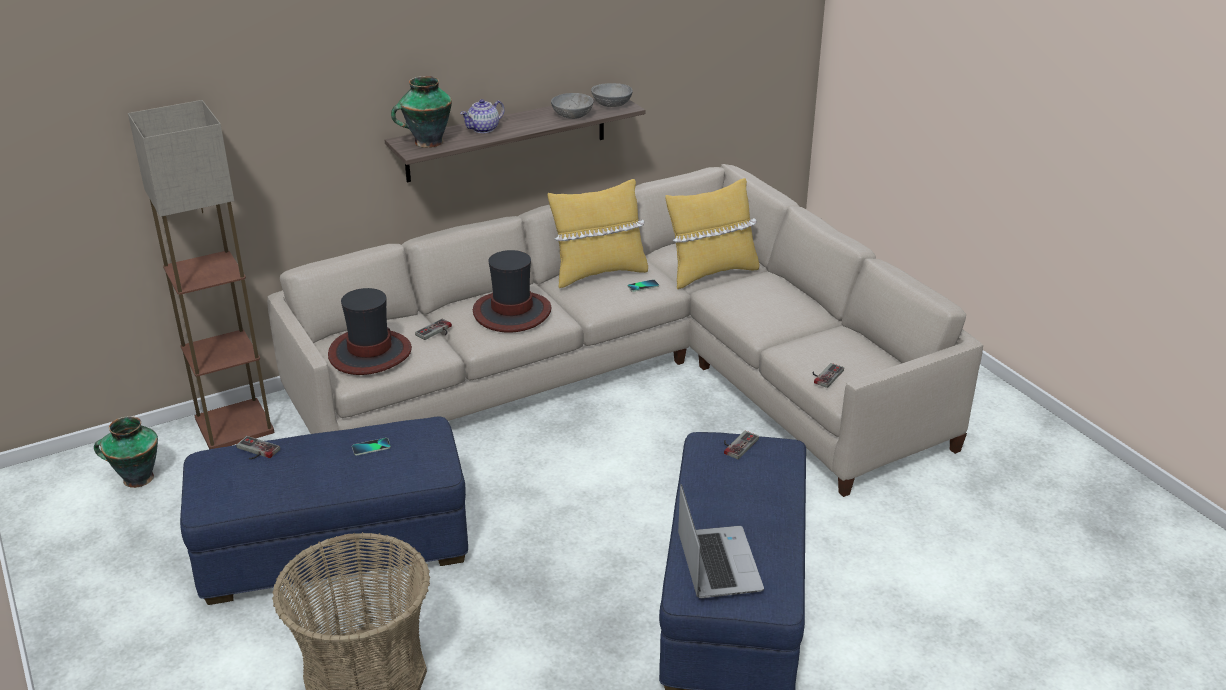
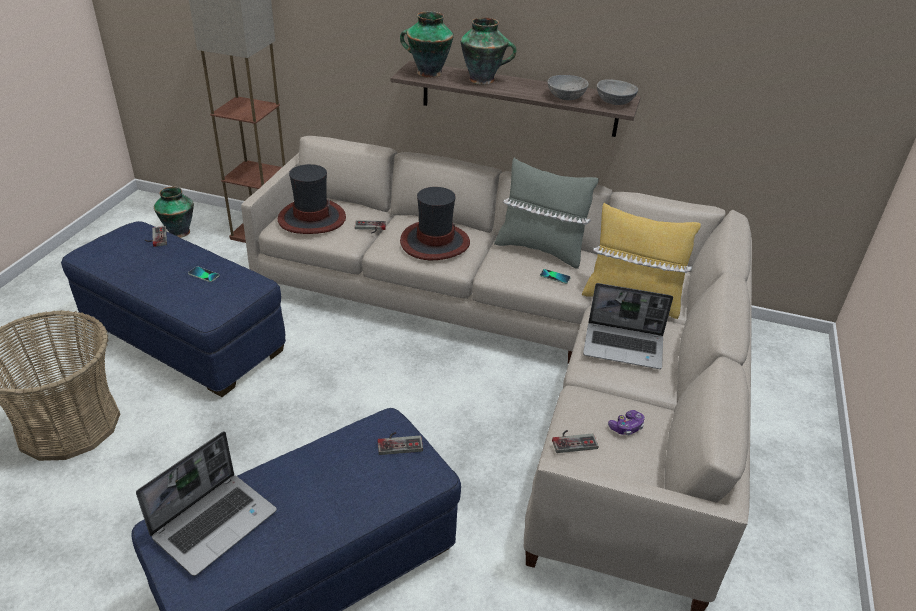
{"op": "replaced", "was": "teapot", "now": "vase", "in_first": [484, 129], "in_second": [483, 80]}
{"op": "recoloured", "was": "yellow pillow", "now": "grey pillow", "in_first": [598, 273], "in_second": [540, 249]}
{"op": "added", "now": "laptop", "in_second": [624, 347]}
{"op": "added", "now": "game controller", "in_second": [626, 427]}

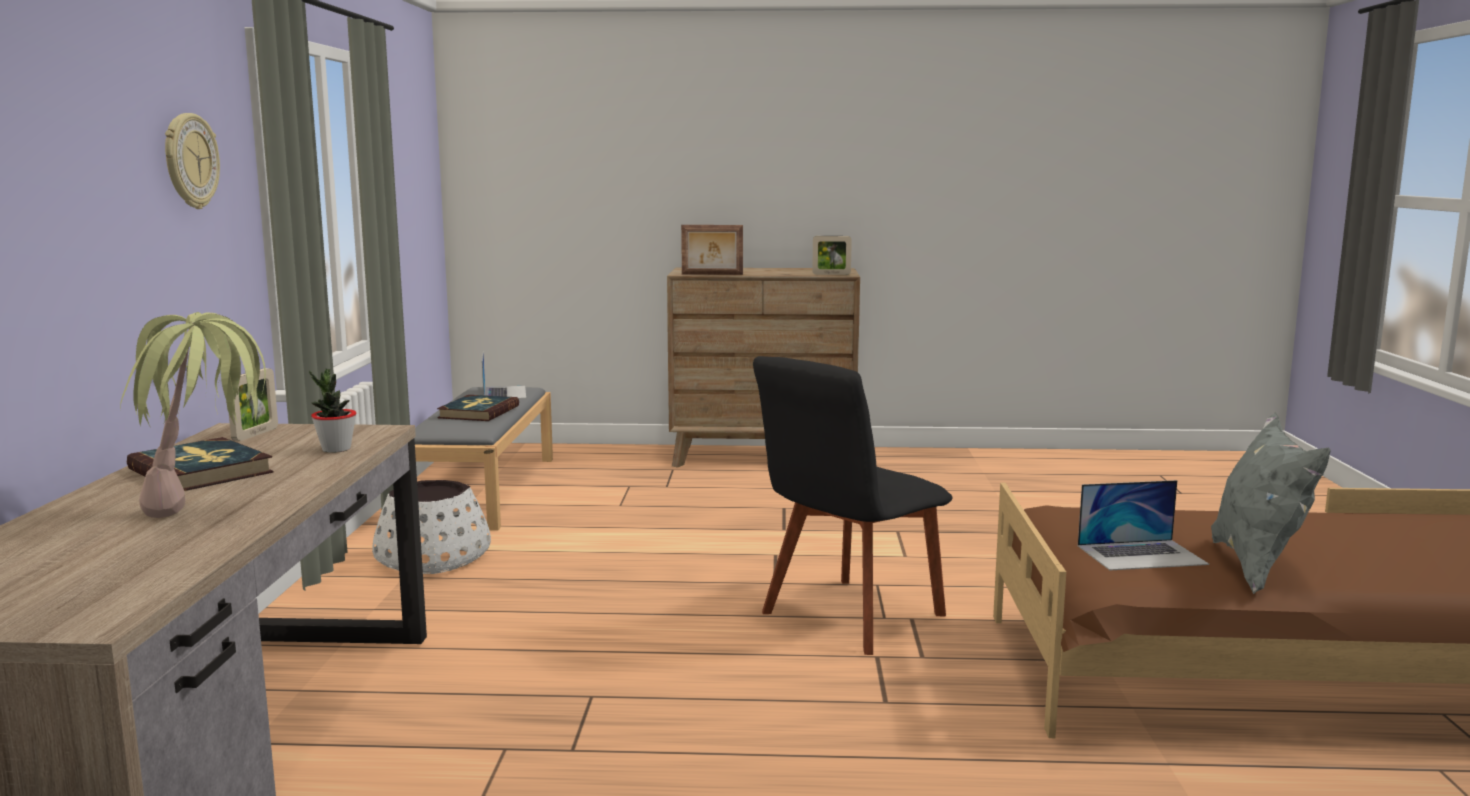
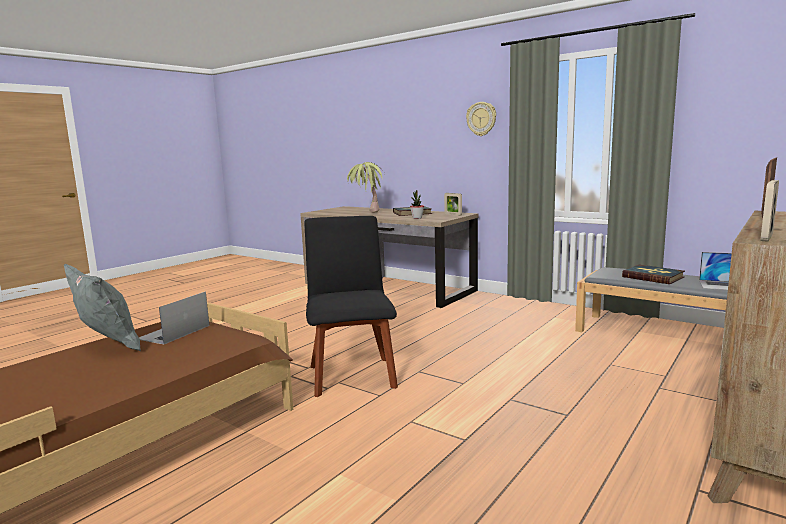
{"op": "removed", "was": "white planter", "in_first": [433, 560]}

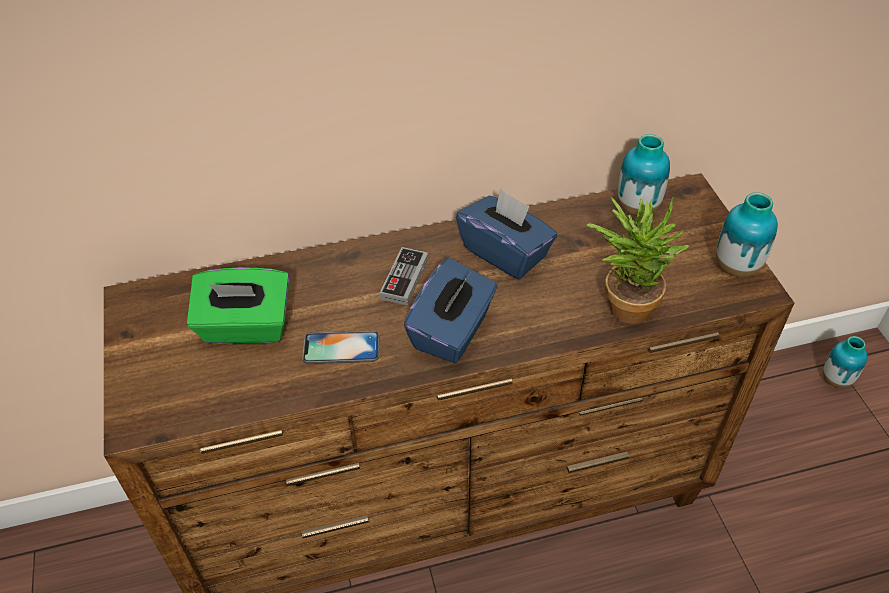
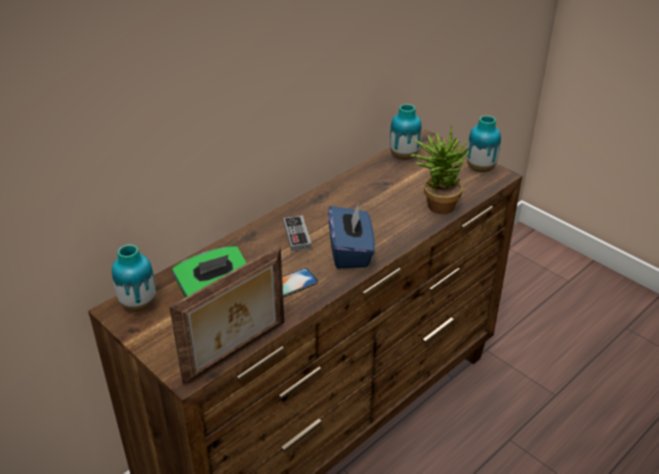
{"op": "removed", "was": "blue tissue box", "in_first": [505, 252]}
{"op": "moved", "was": "vase", "in_first": [836, 380], "in_second": [138, 305]}
{"op": "added", "now": "picture frame", "in_second": [237, 353]}

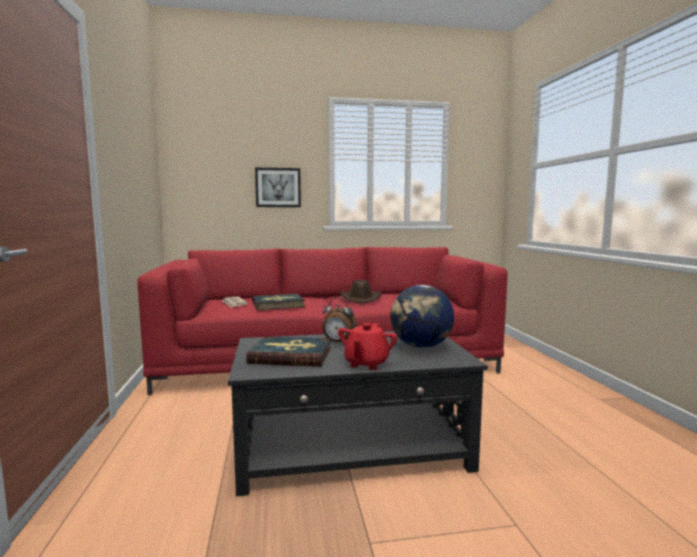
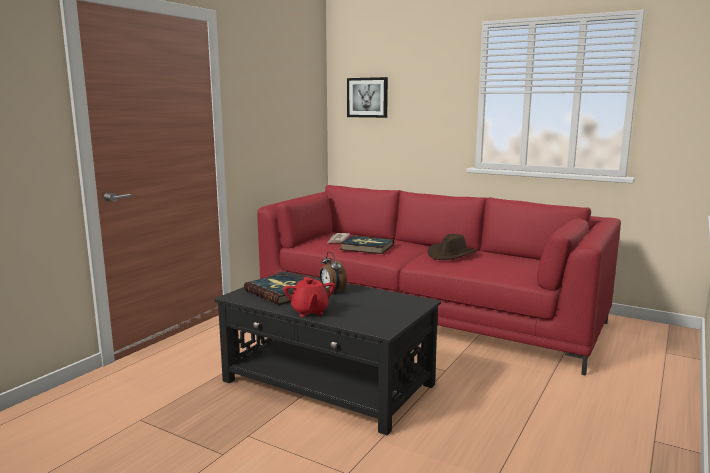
{"op": "moved", "was": "picture", "in_first": [278, 187], "in_second": [367, 97]}
{"op": "removed", "was": "globe", "in_first": [421, 346]}
{"op": "turned", "was": "red teapot", "in_first": [366, 364], "in_second": [309, 311], "clockwise": -75}

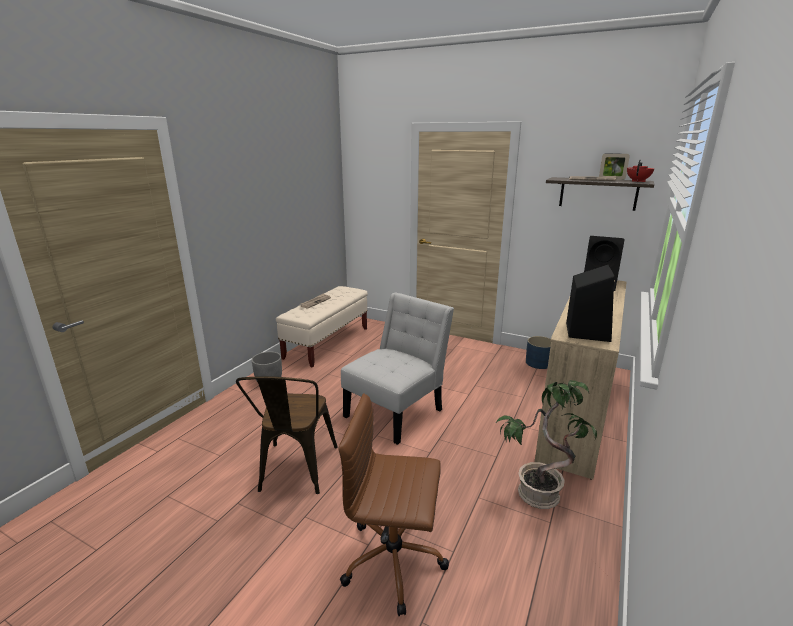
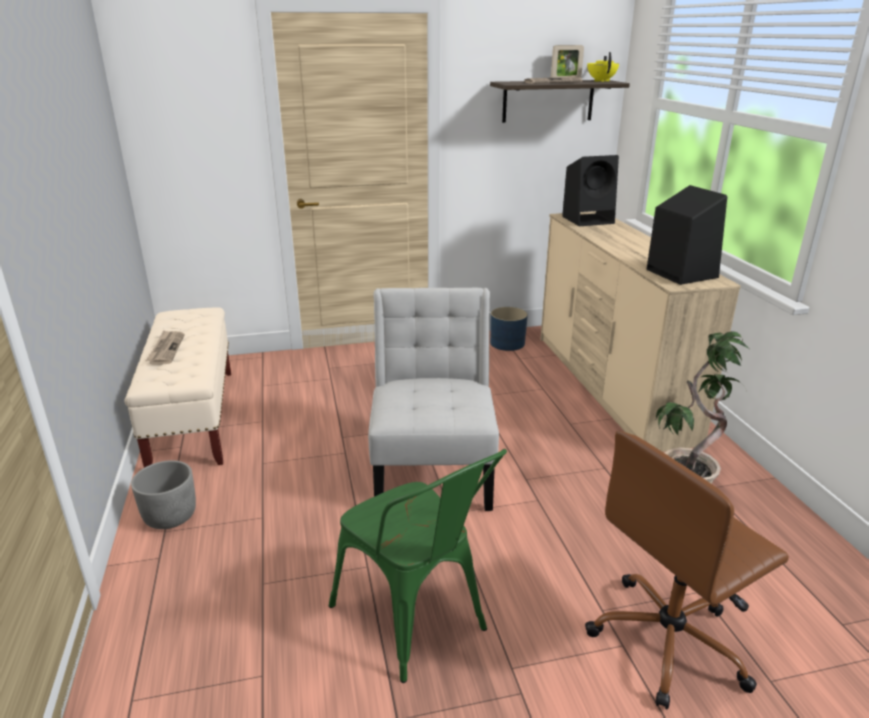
{"op": "recoloured", "was": "red teapot", "now": "yellow teapot", "in_first": [638, 181], "in_second": [601, 81]}
{"op": "recoloured", "was": "brown chair", "now": "green chair", "in_first": [295, 472], "in_second": [417, 622]}

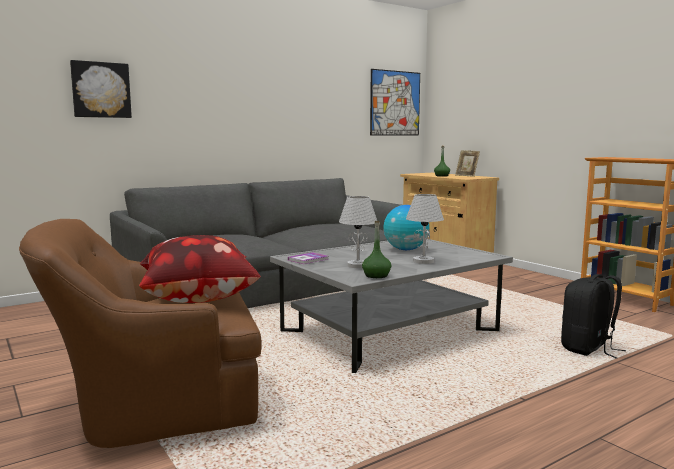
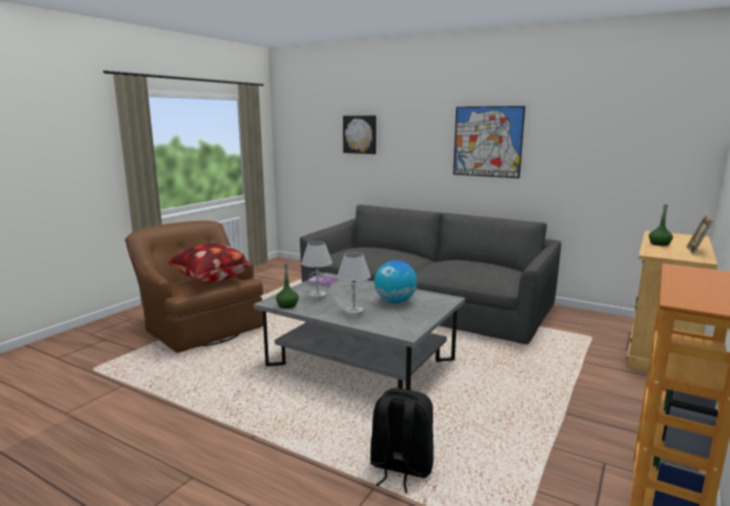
{"op": "moved", "was": "picture", "in_first": [395, 103], "in_second": [487, 141]}

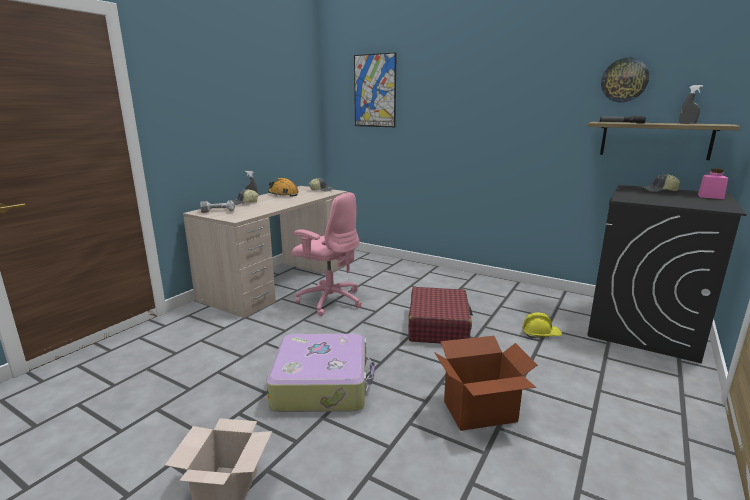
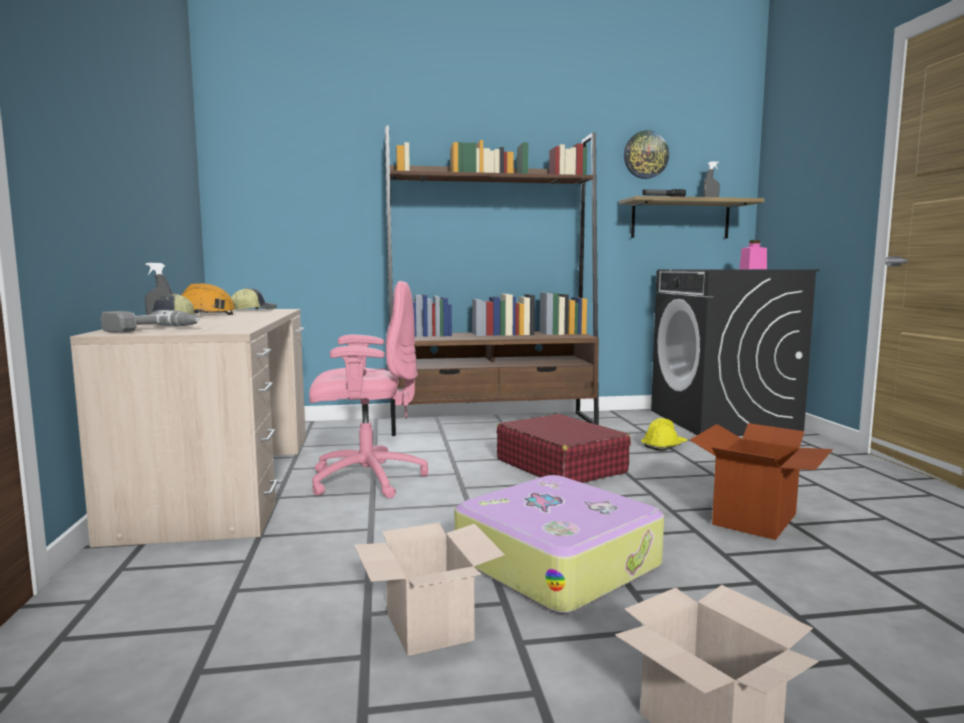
{"op": "removed", "was": "picture", "in_first": [375, 91]}
{"op": "removed", "was": "cap", "in_first": [659, 191]}
{"op": "added", "now": "brown bookcase", "in_second": [493, 424]}
{"op": "added", "now": "cardboard box", "in_second": [426, 625]}

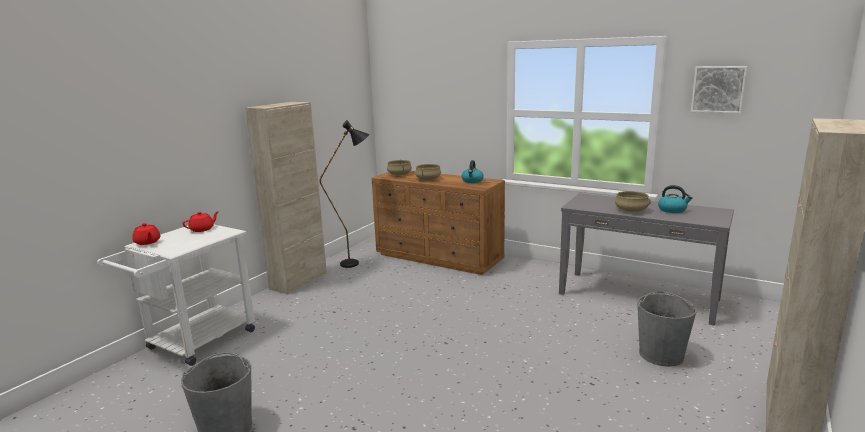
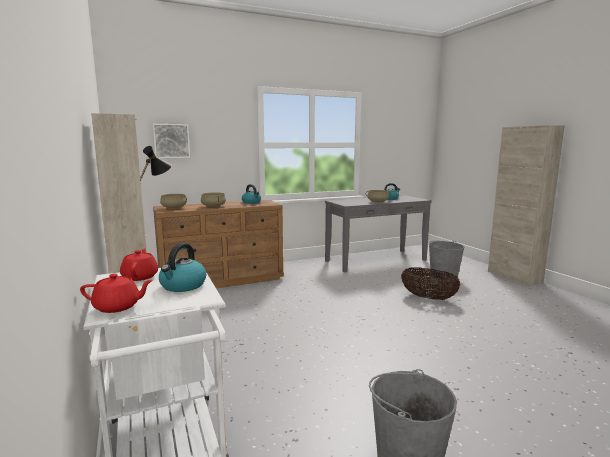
{"op": "moved", "was": "picture", "in_first": [718, 89], "in_second": [171, 141]}
{"op": "added", "now": "kettle", "in_second": [183, 286]}
{"op": "added", "now": "basket", "in_second": [428, 298]}

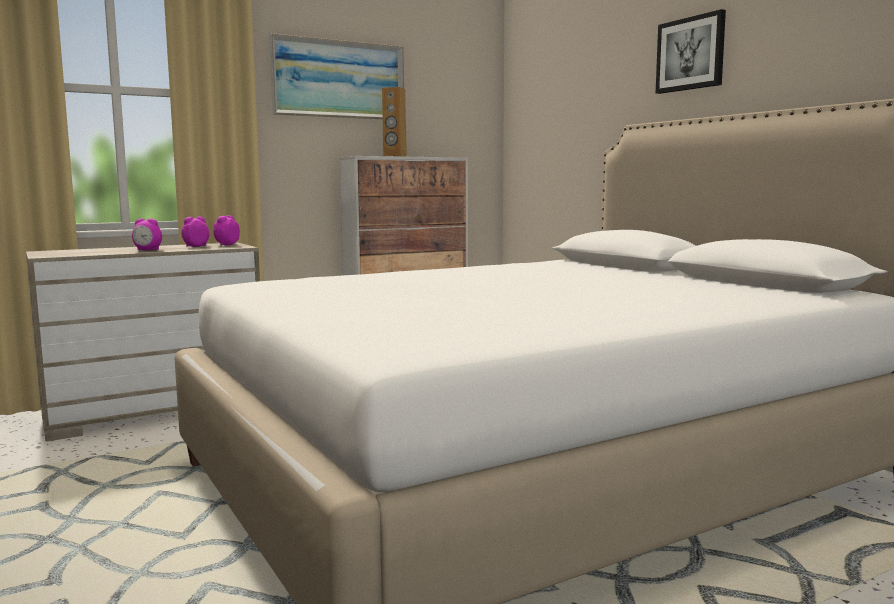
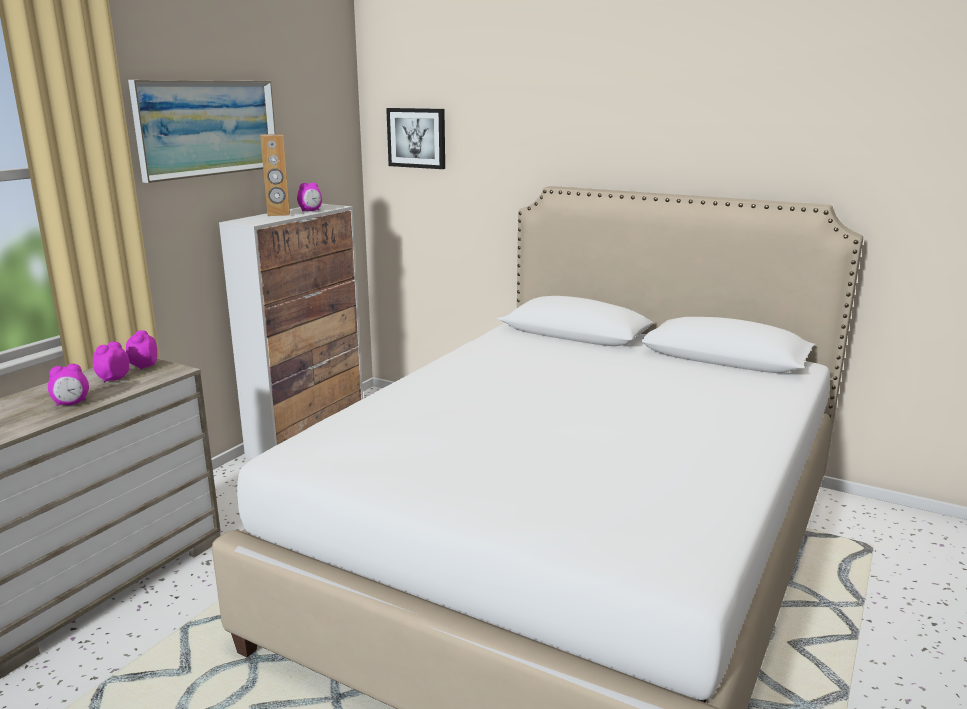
{"op": "moved", "was": "picture", "in_first": [691, 54], "in_second": [417, 138]}
{"op": "added", "now": "alarm clock", "in_second": [310, 211]}

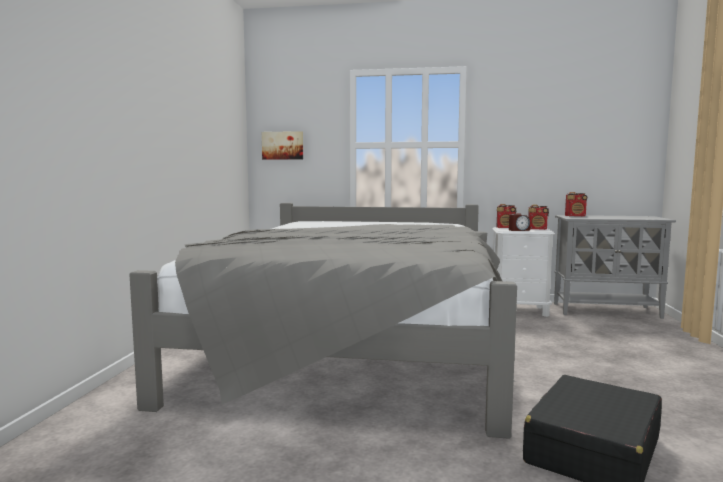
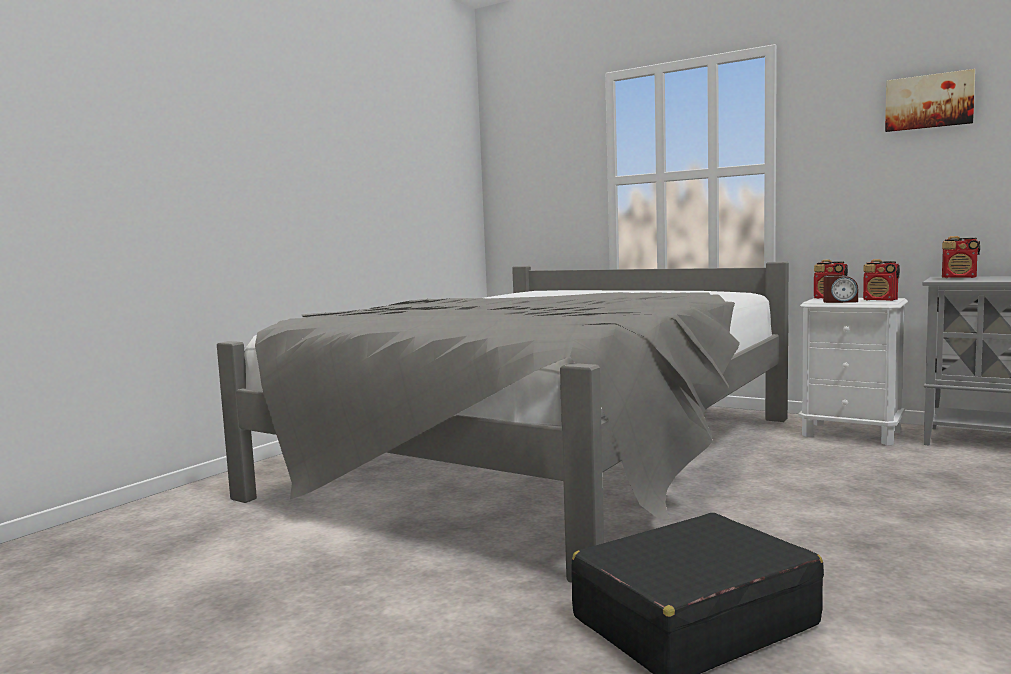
{"op": "moved", "was": "picture", "in_first": [283, 145], "in_second": [929, 101]}

